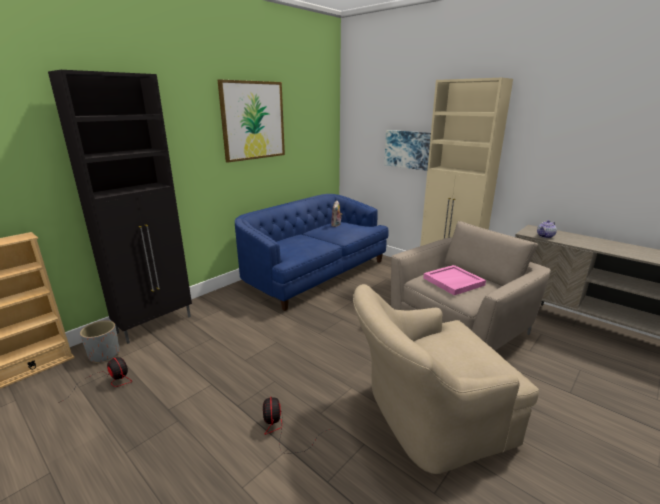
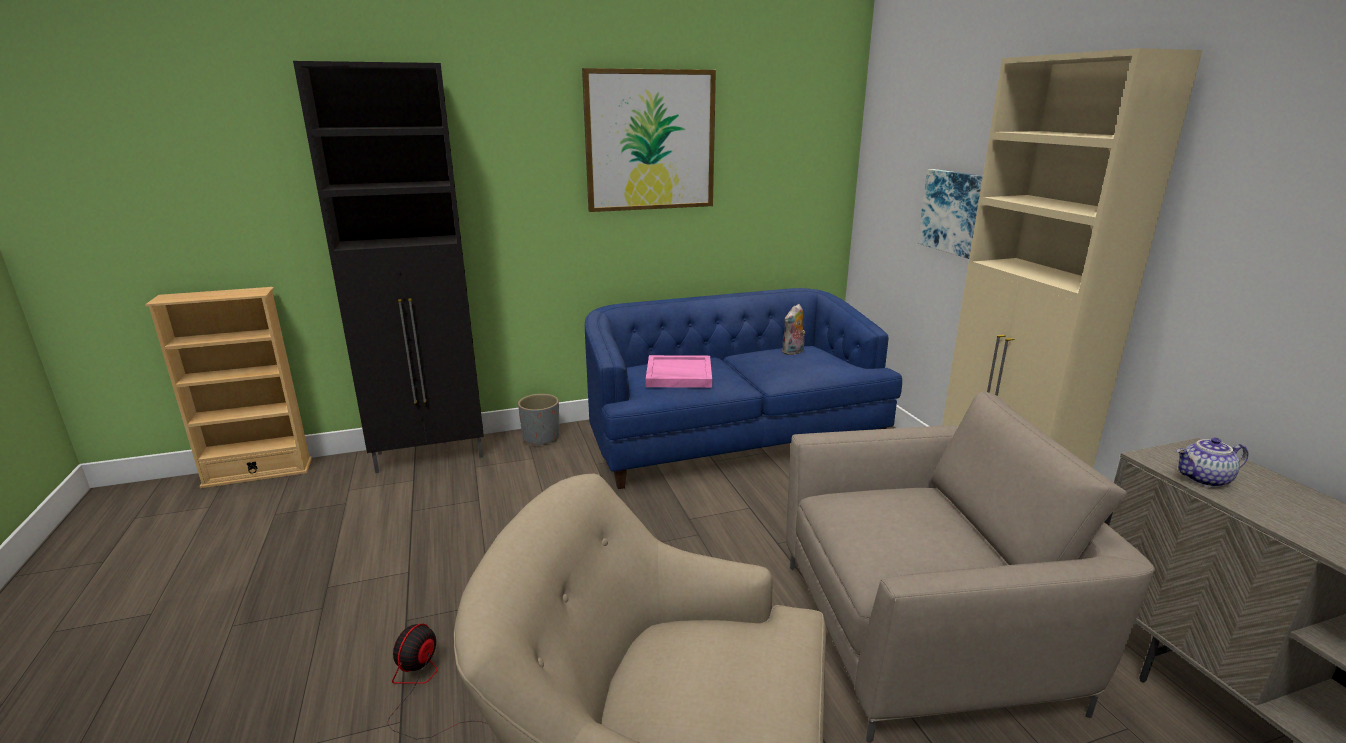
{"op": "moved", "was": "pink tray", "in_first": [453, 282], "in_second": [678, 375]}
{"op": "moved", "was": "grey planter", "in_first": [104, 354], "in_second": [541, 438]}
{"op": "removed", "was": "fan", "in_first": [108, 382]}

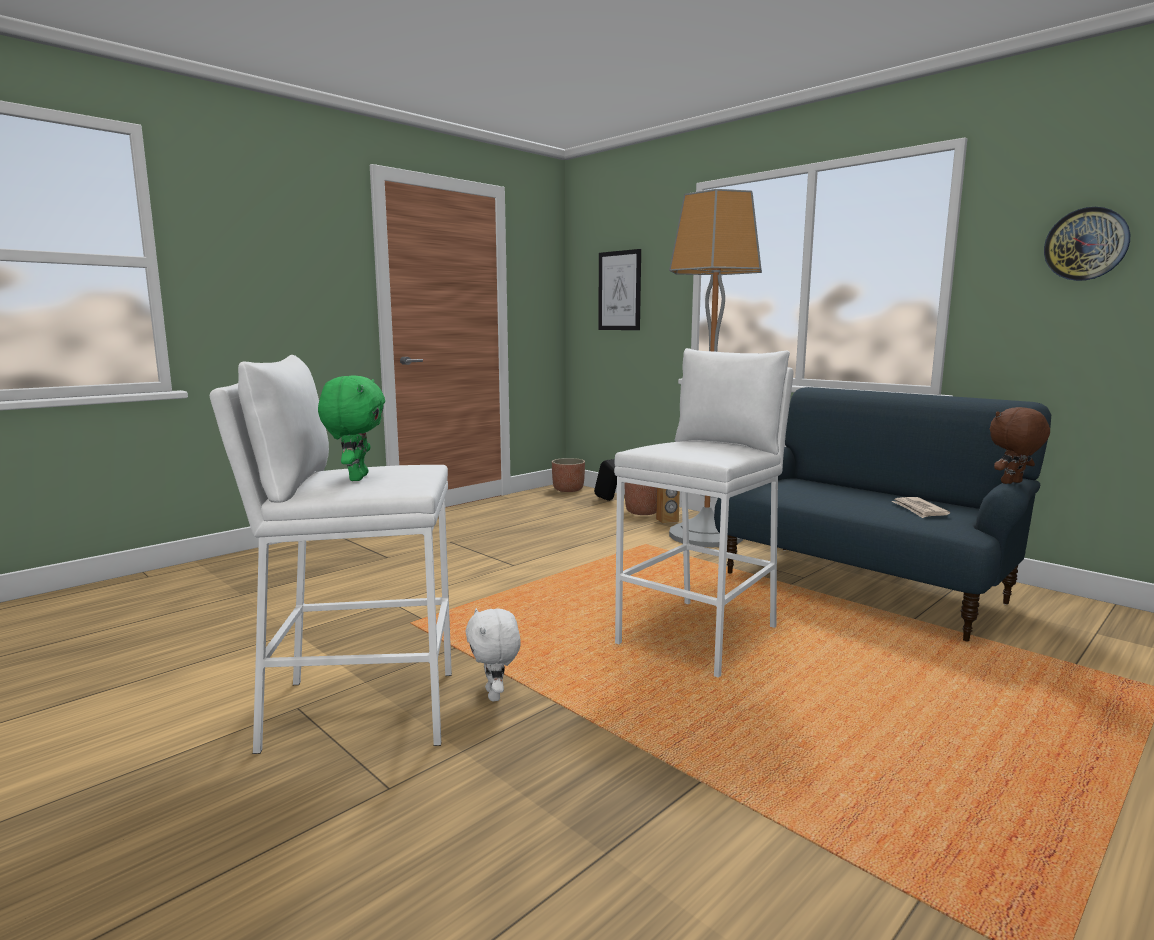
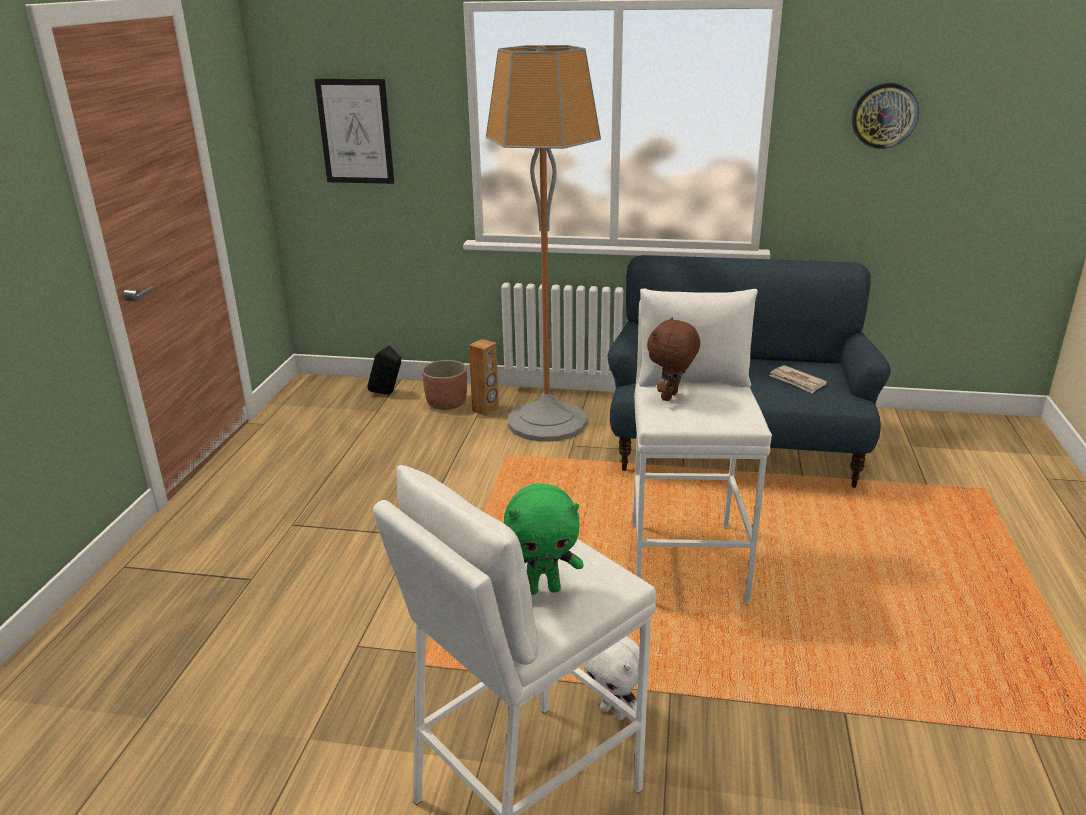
{"op": "turned", "was": "green plush toy", "in_first": [356, 478], "in_second": [543, 589], "clockwise": 120}
{"op": "moved", "was": "brown plush toy", "in_first": [1012, 483], "in_second": [671, 397]}
{"op": "removed", "was": "planter", "in_first": [568, 489]}

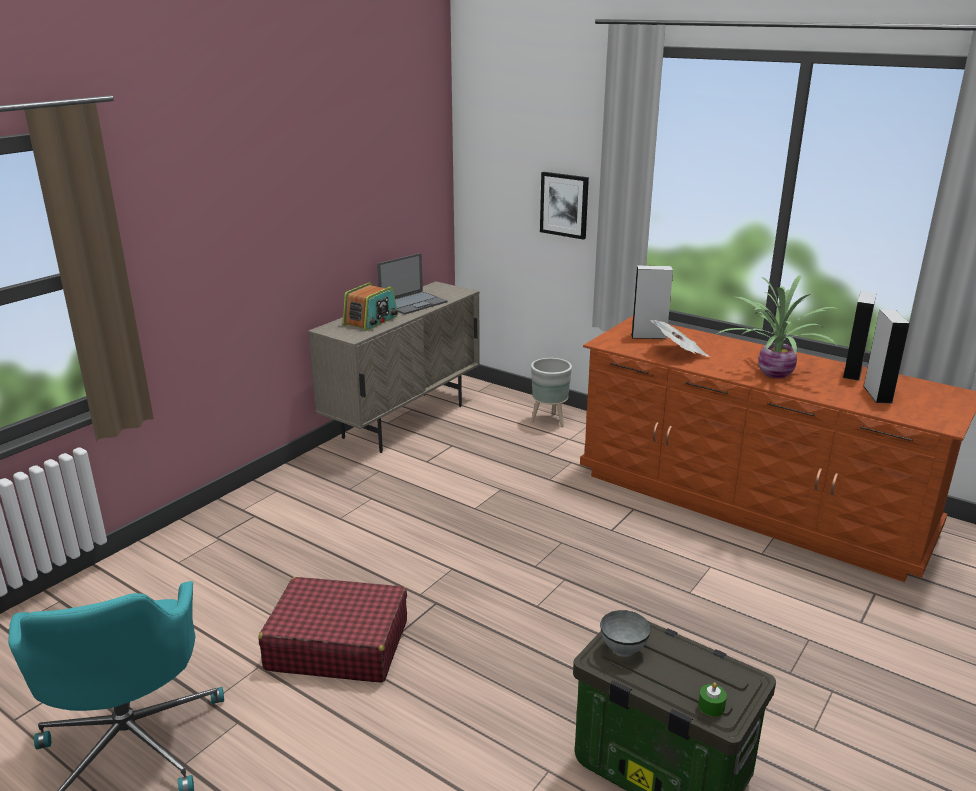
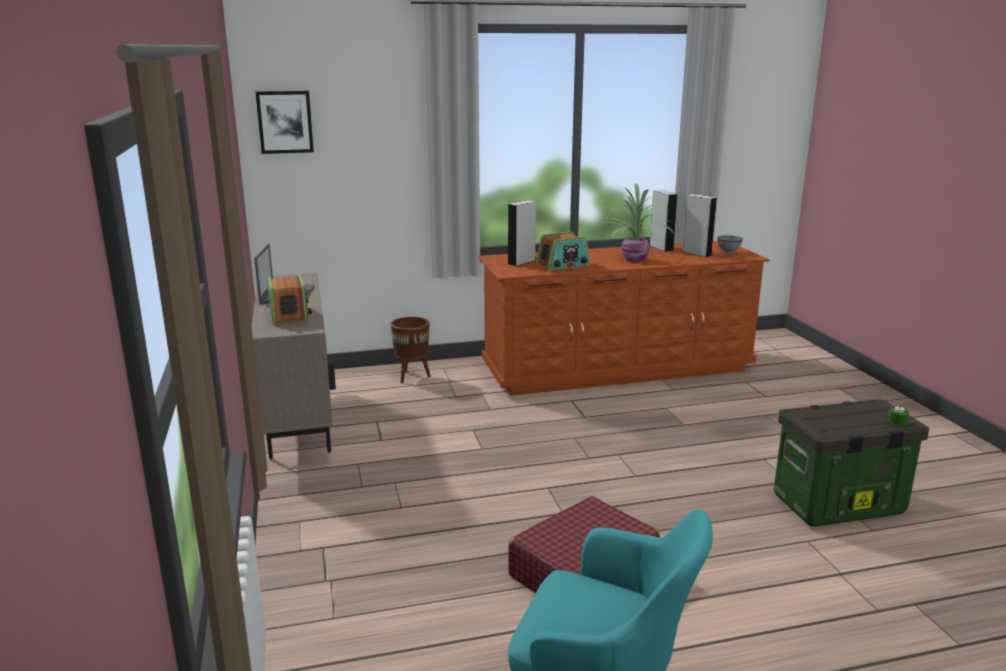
{"op": "moved", "was": "picture", "in_first": [564, 205], "in_second": [285, 122]}
{"op": "replaced", "was": "newspaper", "now": "radio", "in_first": [679, 353], "in_second": [563, 265]}
{"op": "recoloured", "was": "grey planter", "now": "brown planter", "in_first": [550, 420], "in_second": [412, 376]}
{"op": "moved", "was": "grey bowl", "in_first": [622, 648], "in_second": [728, 252]}

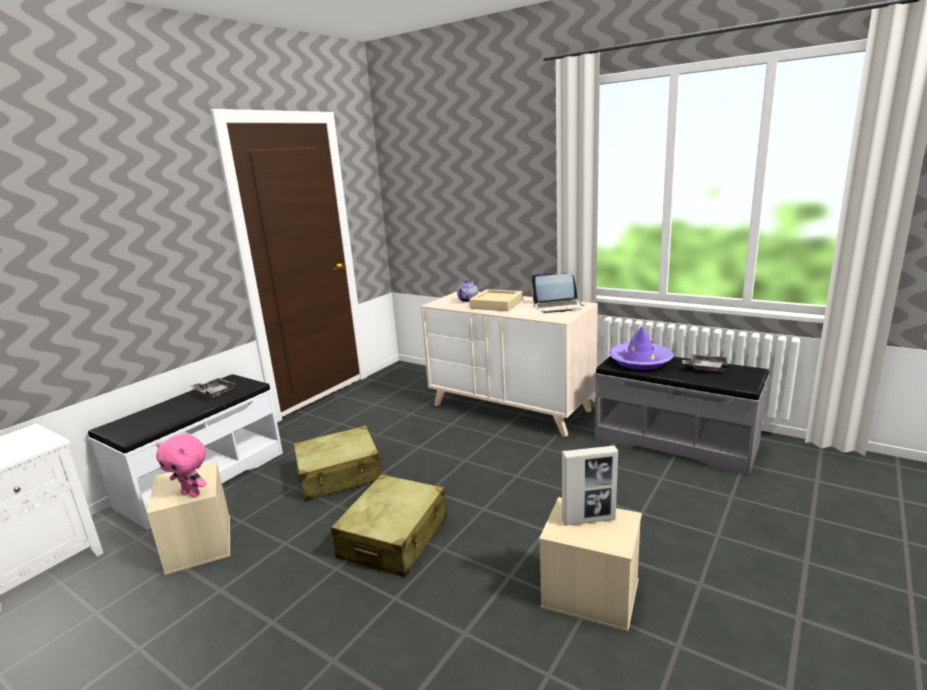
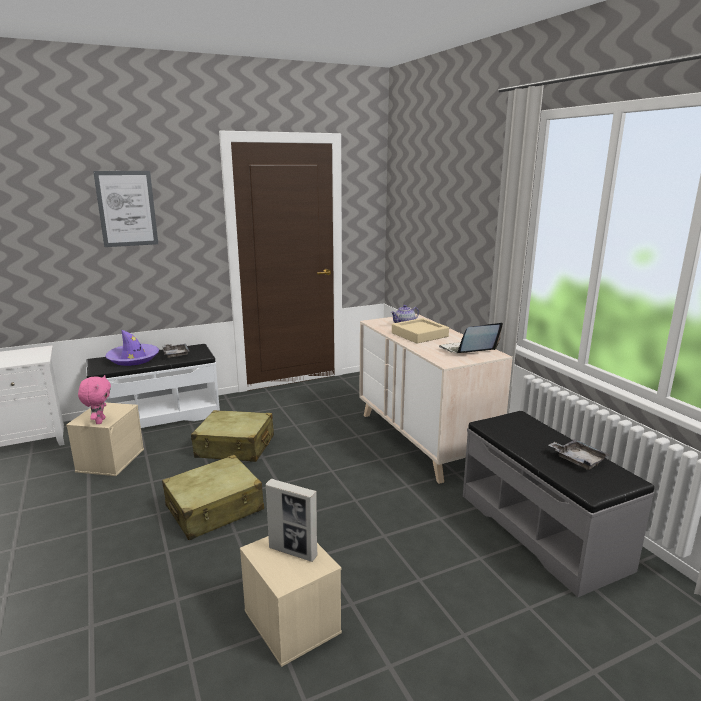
{"op": "turned", "was": "laptop", "in_first": [558, 307], "in_second": [467, 350], "clockwise": 120}
{"op": "moved", "was": "purple hat", "in_first": [640, 361], "in_second": [133, 359]}
{"op": "turned", "was": "pink plush toy", "in_first": [192, 493], "in_second": [99, 421], "clockwise": -150}
{"op": "added", "now": "picture", "in_second": [127, 208]}

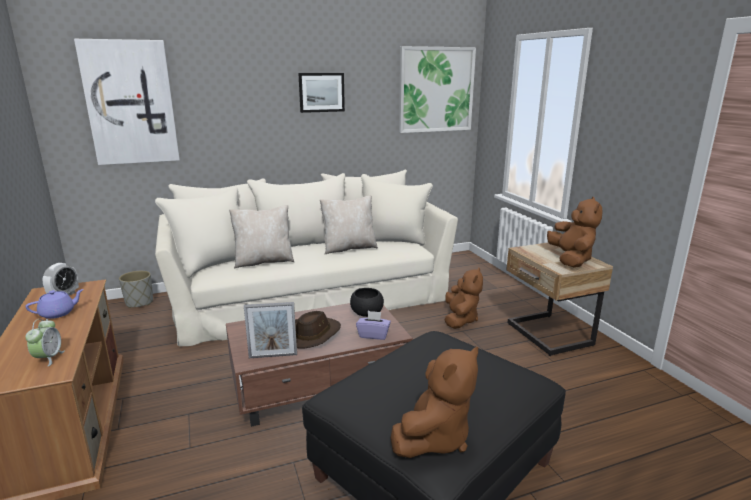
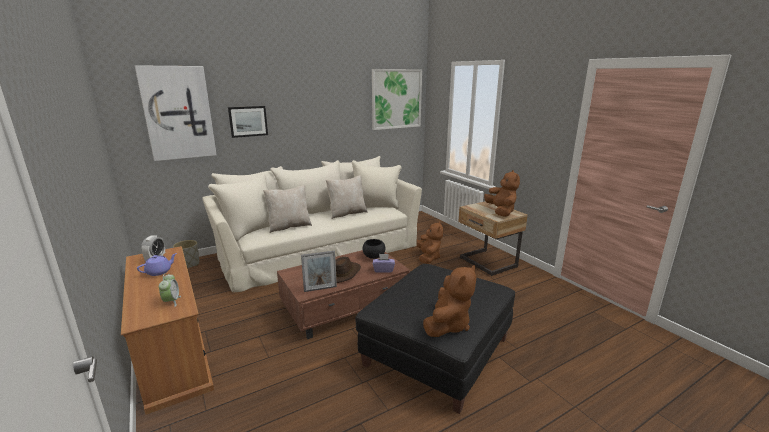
{"op": "moved", "was": "picture", "in_first": [321, 92], "in_second": [248, 121]}

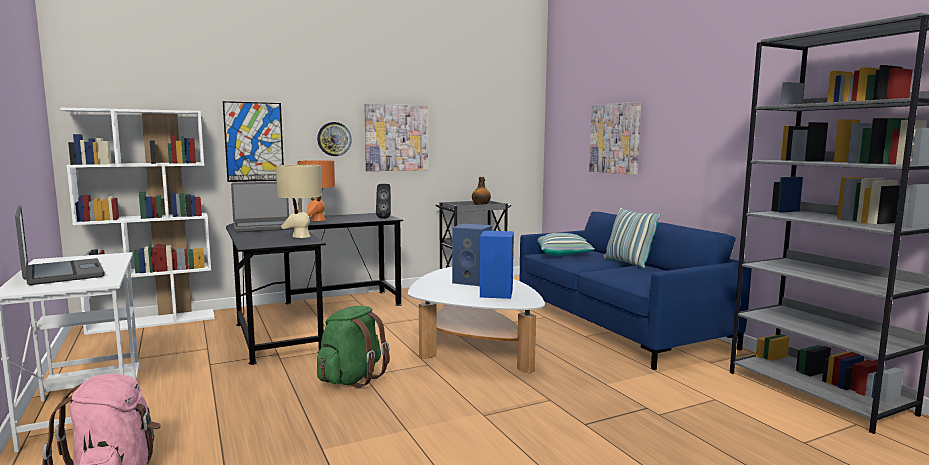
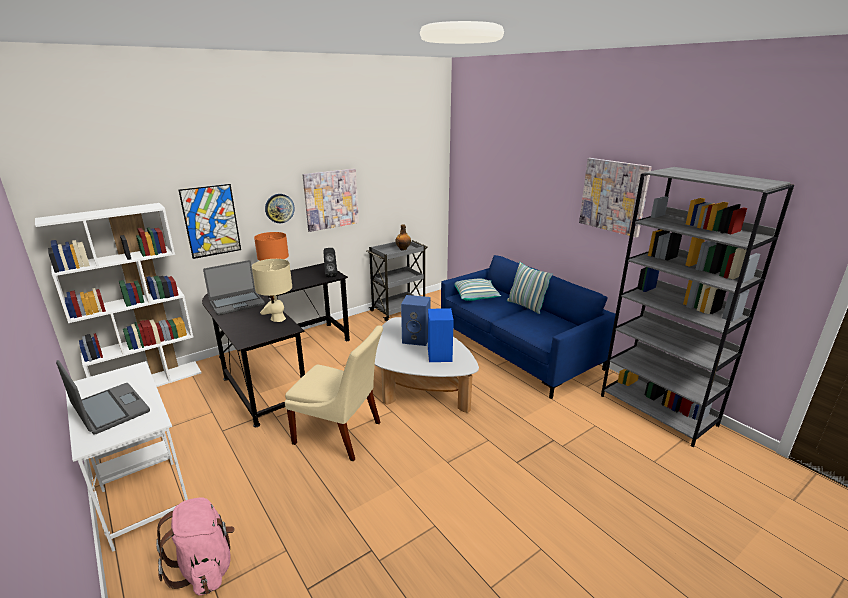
{"op": "moved", "was": "picture", "in_first": [615, 138], "in_second": [613, 196]}
{"op": "replaced", "was": "green backpack", "now": "beige chair", "in_first": [352, 379], "in_second": [341, 434]}

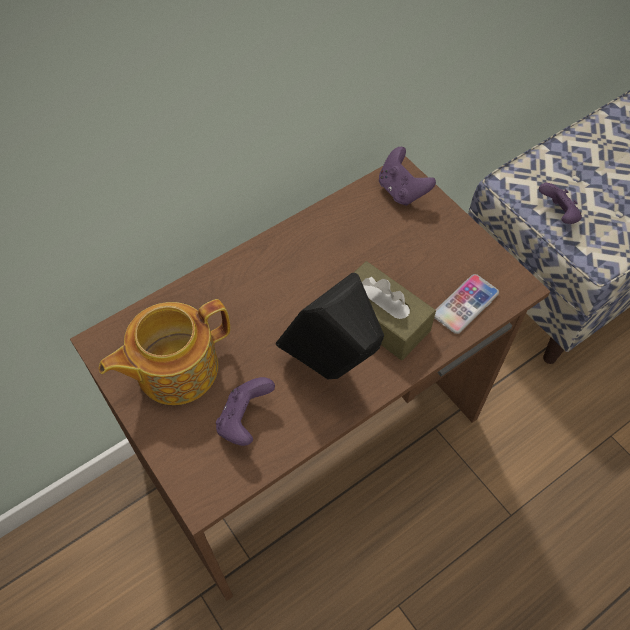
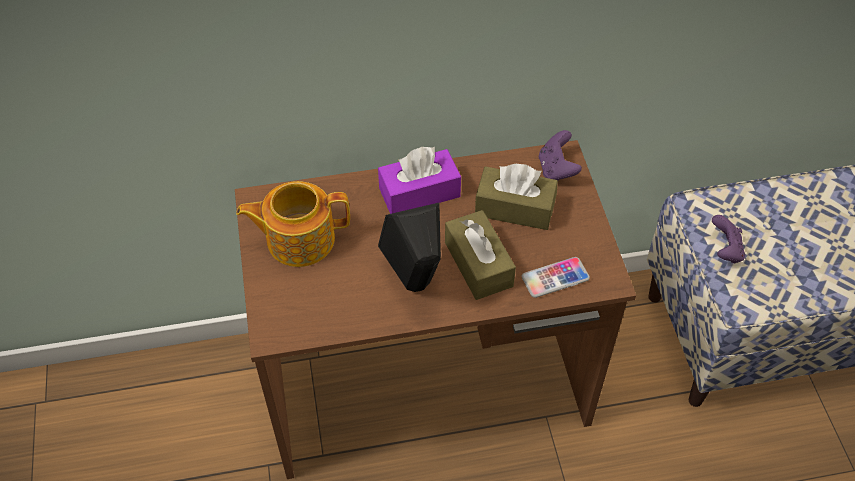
{"op": "removed", "was": "purple game controller", "in_first": [245, 420]}
{"op": "added", "now": "purple tissue box", "in_second": [419, 192]}
{"op": "added", "now": "brown tissue box", "in_second": [514, 208]}

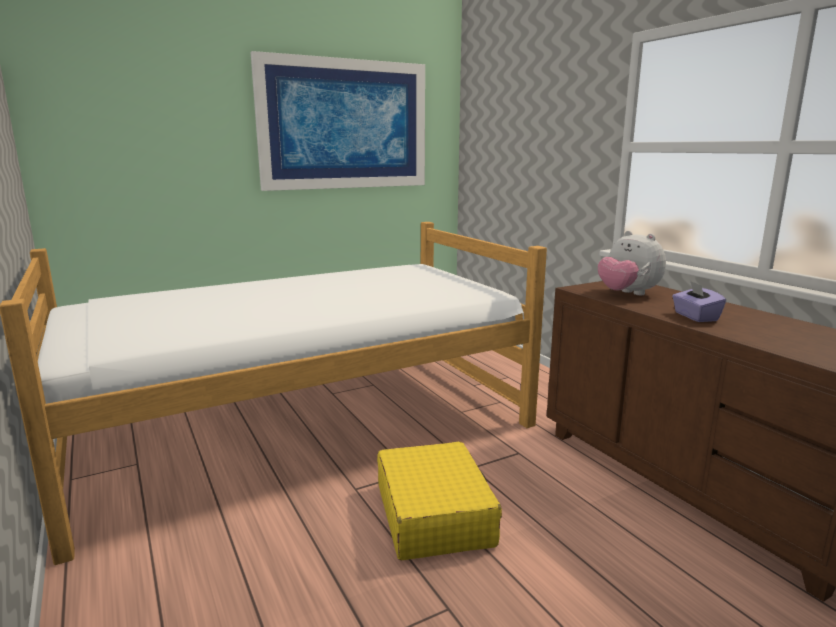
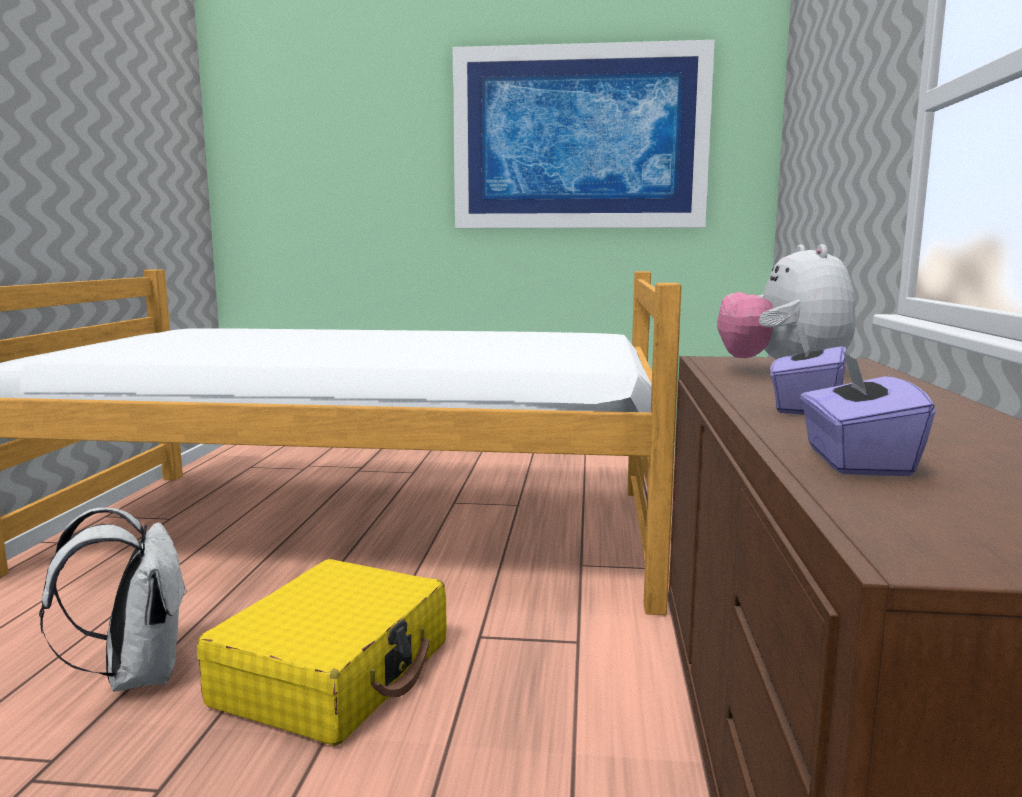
{"op": "added", "now": "purple tissue box", "in_second": [855, 461]}
{"op": "added", "now": "white backpack", "in_second": [136, 675]}

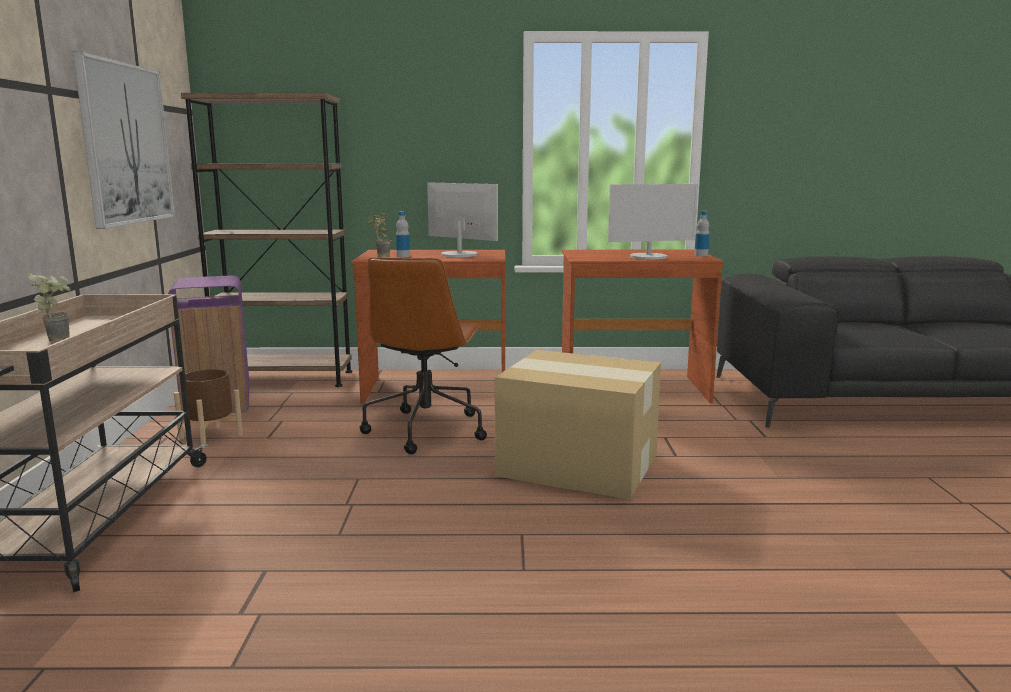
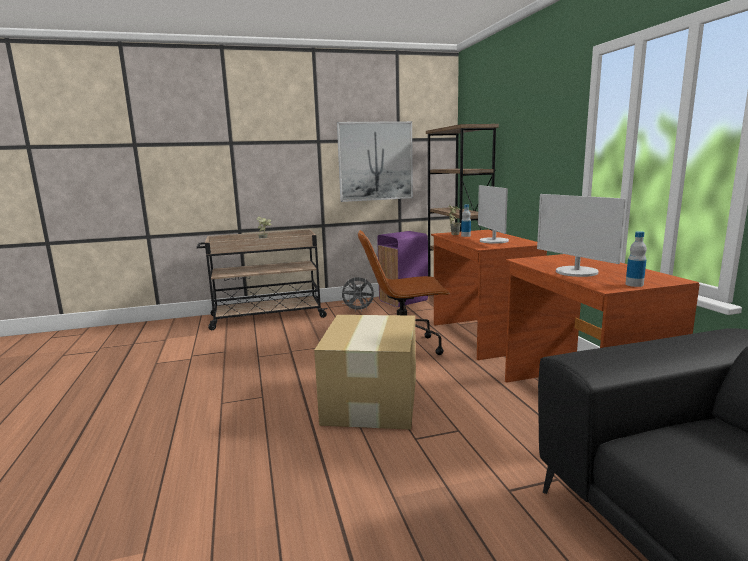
{"op": "turned", "was": "monitor", "in_first": [459, 254], "in_second": [493, 241], "clockwise": 150}
{"op": "replaced", "was": "brown planter", "now": "grey fan", "in_first": [210, 437], "in_second": [358, 310]}

